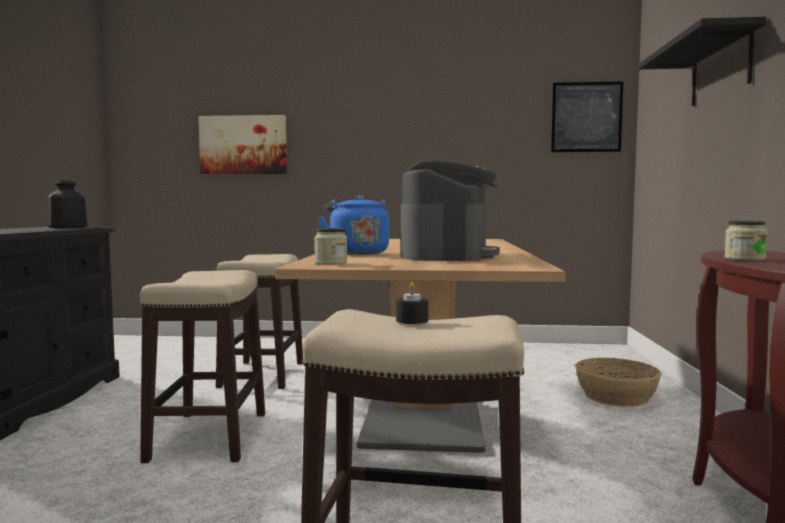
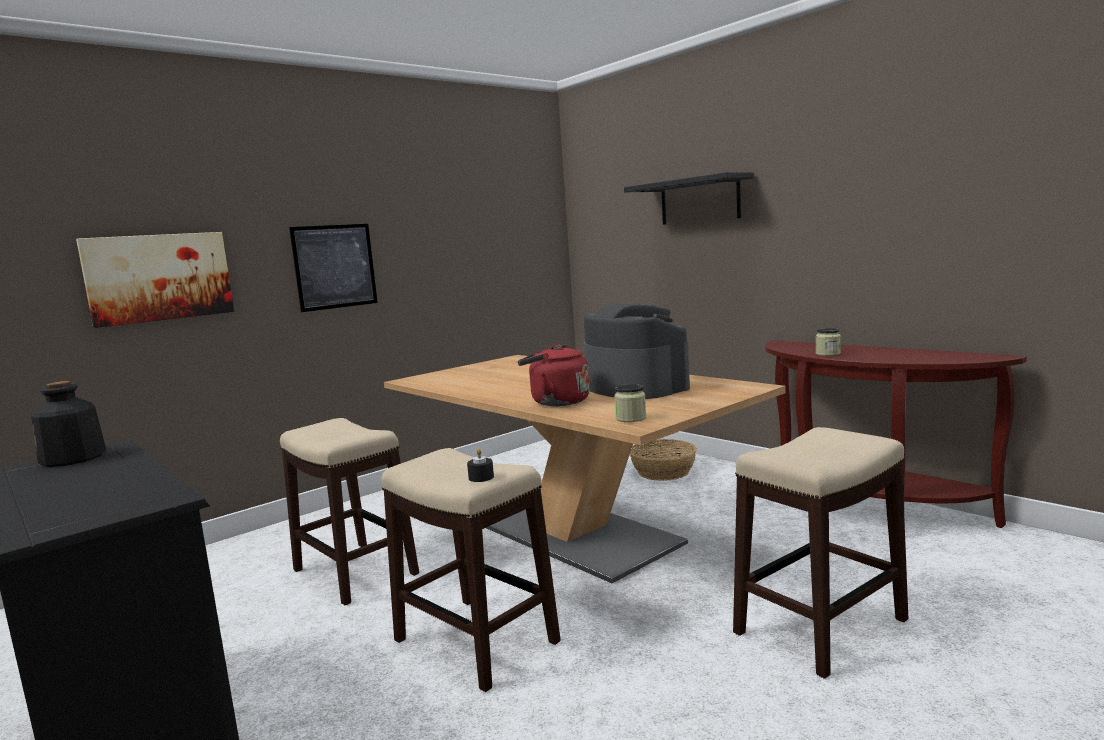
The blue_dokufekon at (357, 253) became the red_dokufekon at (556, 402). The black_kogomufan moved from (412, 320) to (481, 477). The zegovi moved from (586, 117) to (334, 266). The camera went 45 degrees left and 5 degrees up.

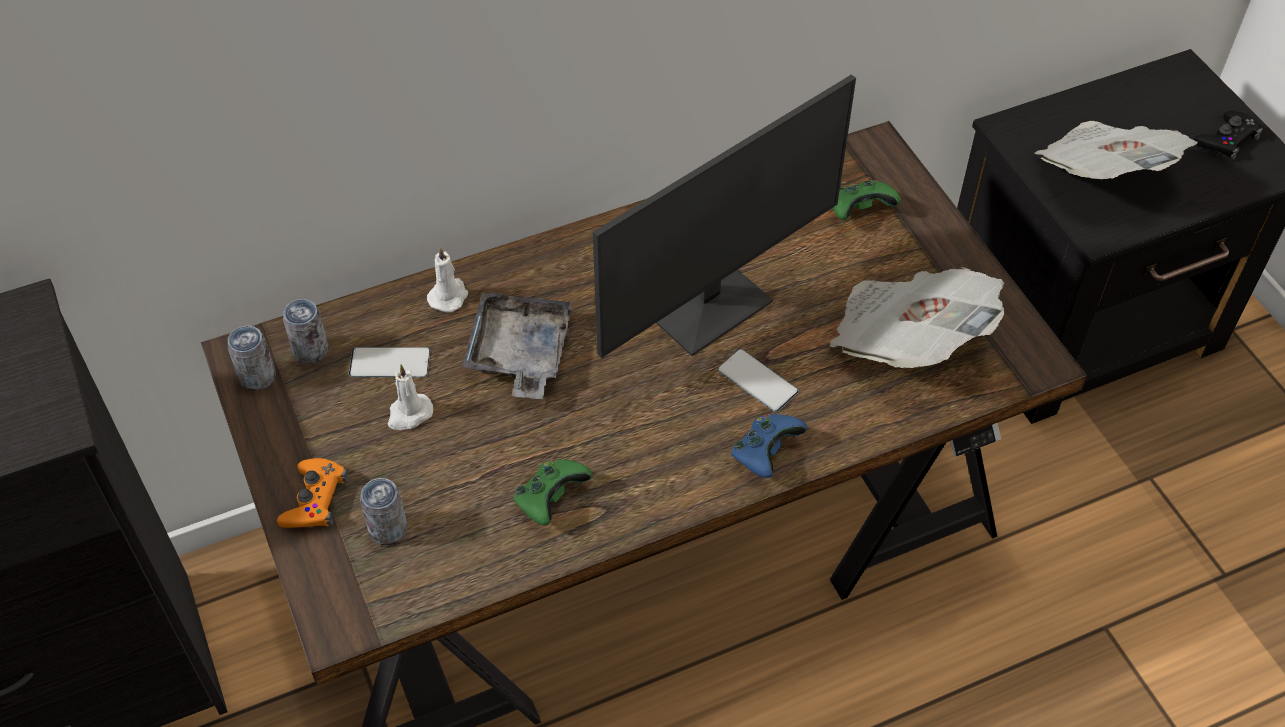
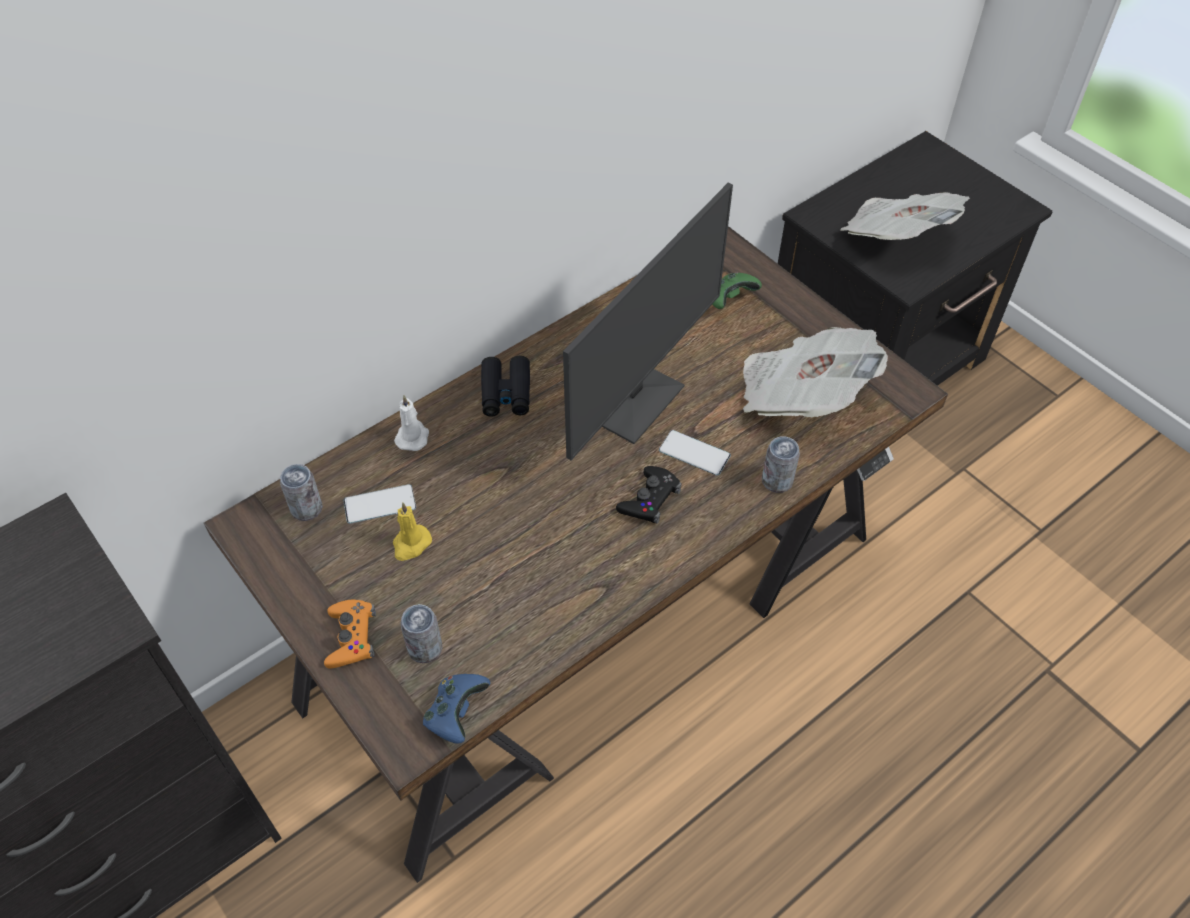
The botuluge moved from (258, 377) to (777, 481). The white_kogomufan at (409, 414) became the yellow_kogomufan at (411, 544). The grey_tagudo at (519, 354) disappeared. The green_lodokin at (551, 500) disappeared. The blue_lodokin moved from (765, 454) to (456, 714). The black_lodokin moved from (1226, 140) to (649, 499). The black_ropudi at (506, 393) appeared. The camera went 15 degrees left and 0 degrees up.

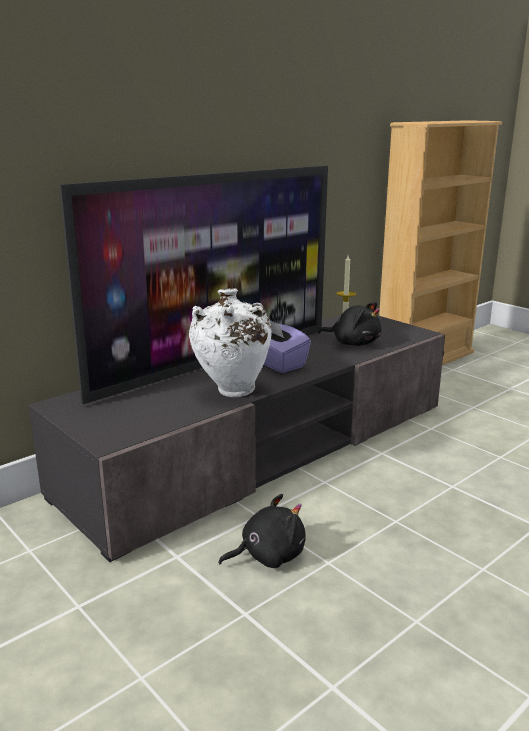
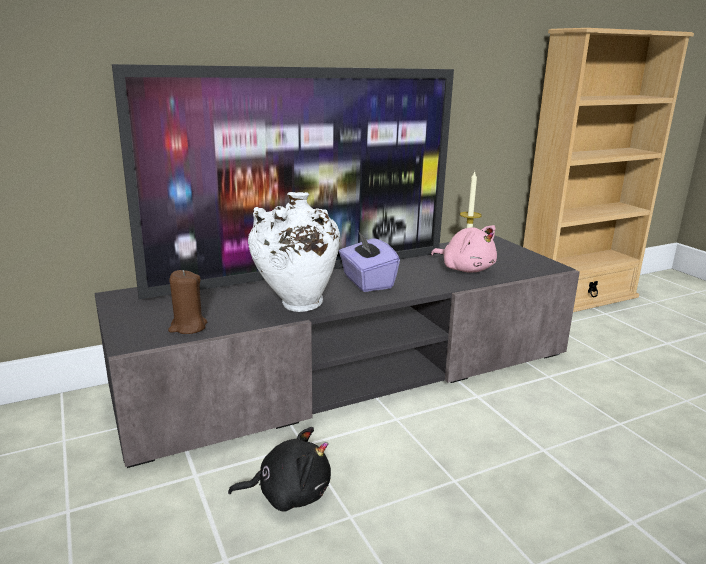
The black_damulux at (353, 343) became the pink_damulux at (465, 269). The brown_kogomufan at (188, 327) appeared. The camera went 15 degrees right and 0 degrees up.

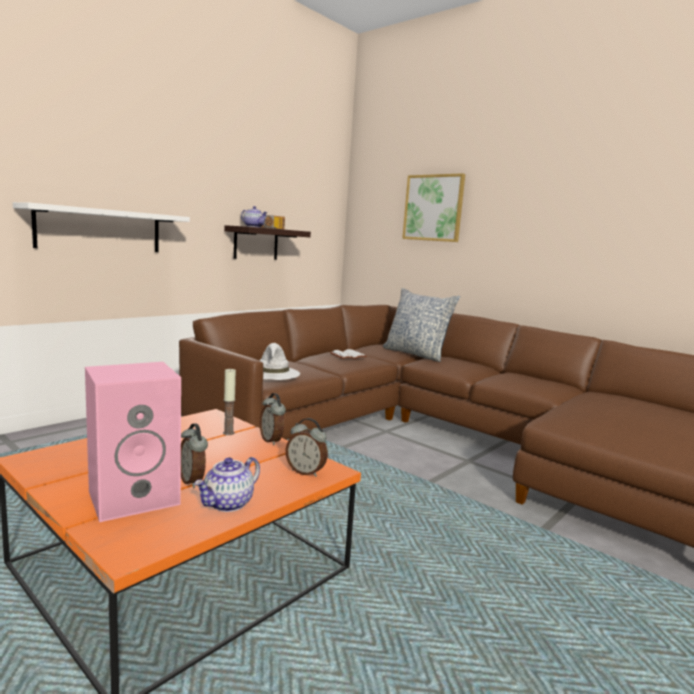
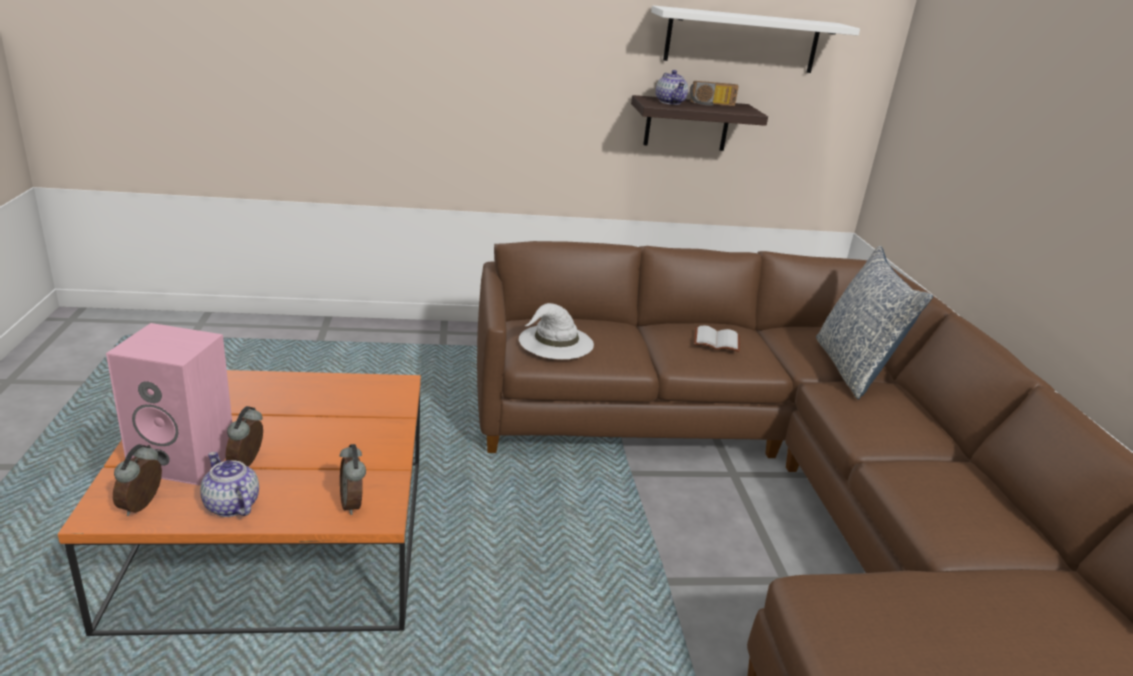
The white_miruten moved from (100, 230) to (742, 40). The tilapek at (228, 504) turned 60 degrees clockwise. The kogomufan at (228, 433) disappeared. The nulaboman moved from (272, 440) to (143, 506). The zegovi at (433, 208) disappeared. The camera went 40 degrees right and 15 degrees up.

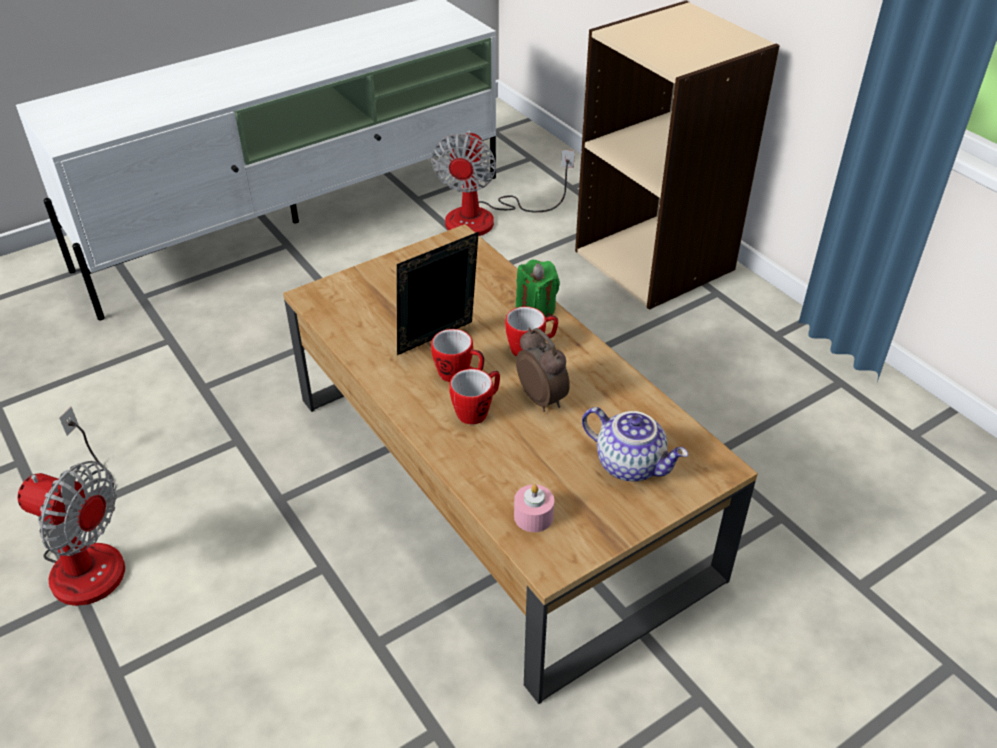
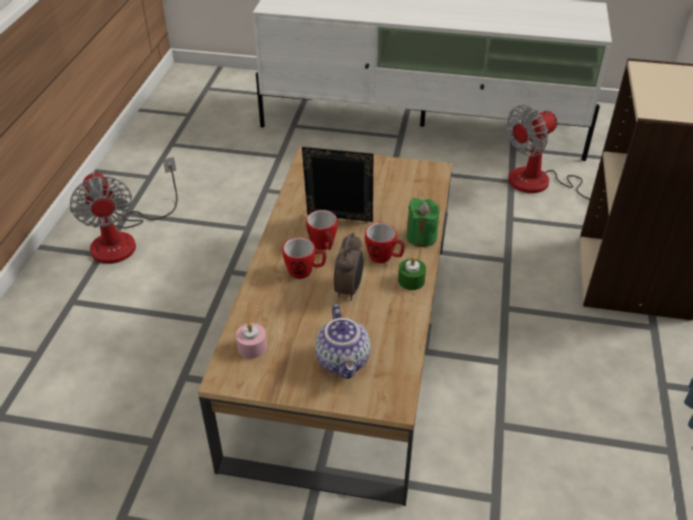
The green_kogomufan at (411, 280) appeared. The camera went 45 degrees right and 0 degrees up.

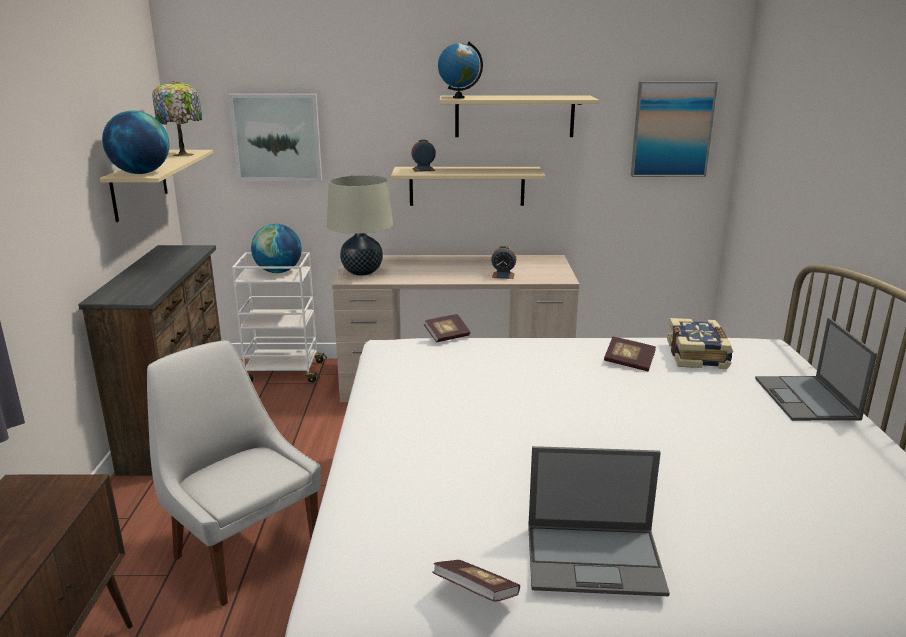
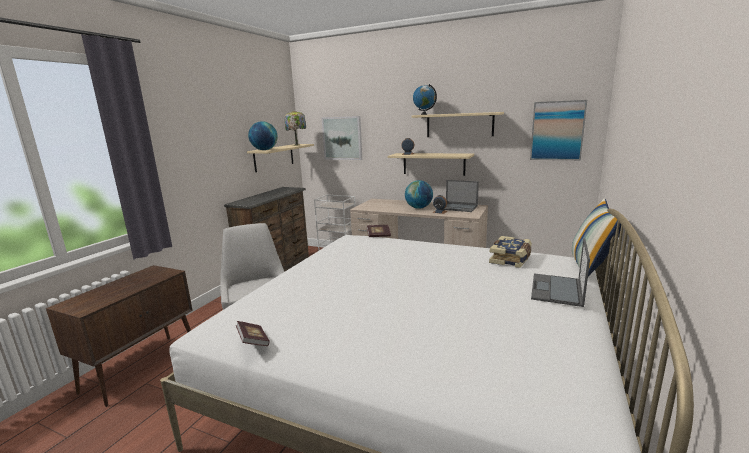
The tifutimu moved from (278, 272) to (418, 208). The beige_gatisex at (362, 272) disappeared. The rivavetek moved from (595, 559) to (458, 207). The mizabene at (629, 363) disappeared. The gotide at (590, 267) appeared. The camera went 25 degrees right and 5 degrees down.

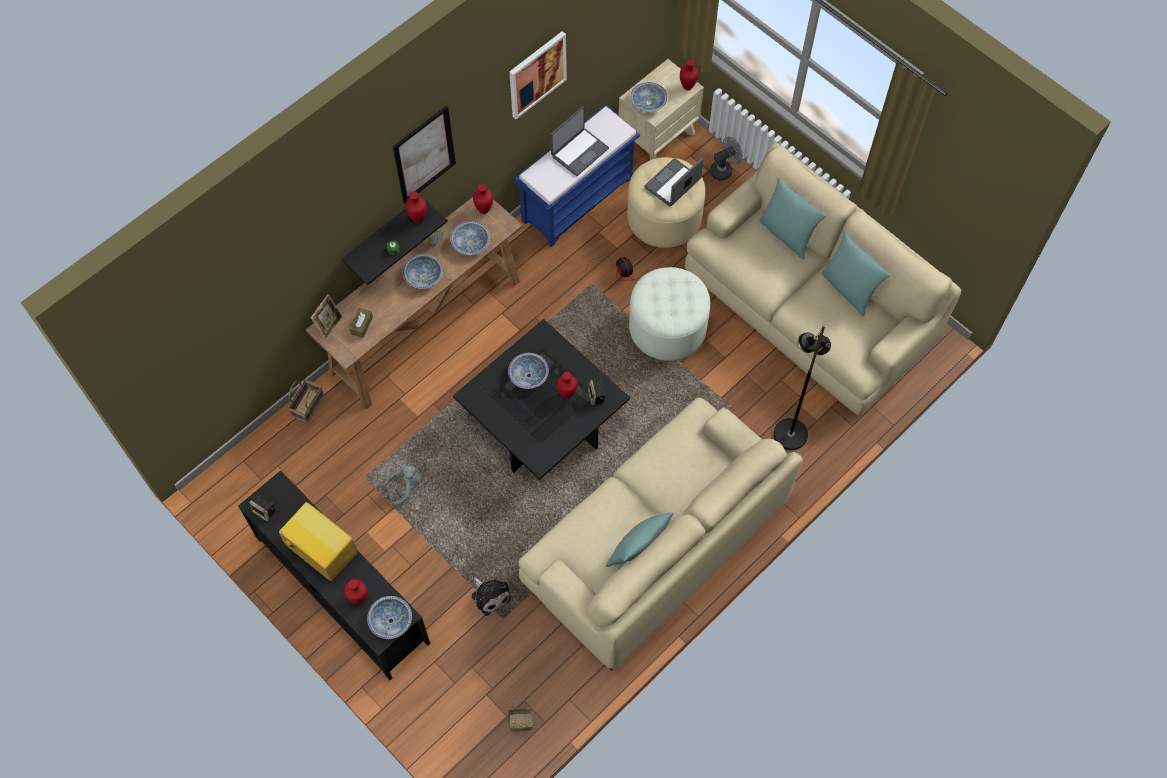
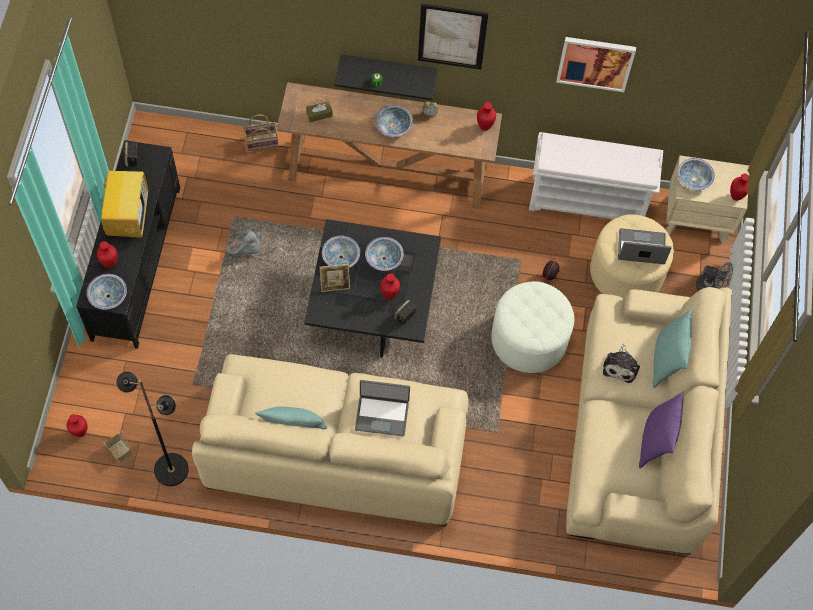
The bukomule moved from (329, 325) to (335, 285). The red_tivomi moved from (419, 218) to (81, 433). The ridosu moved from (471, 243) to (341, 257). The damulux moved from (490, 595) to (620, 366). The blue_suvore at (578, 198) became the white_suvore at (588, 200). The rivavetek moved from (579, 152) to (382, 415). The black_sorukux moved from (789, 434) to (171, 469). The turquoise_gotide at (849, 290) became the purple_gotide at (655, 441). The camera went 50 degrees right and 0 degrees up.

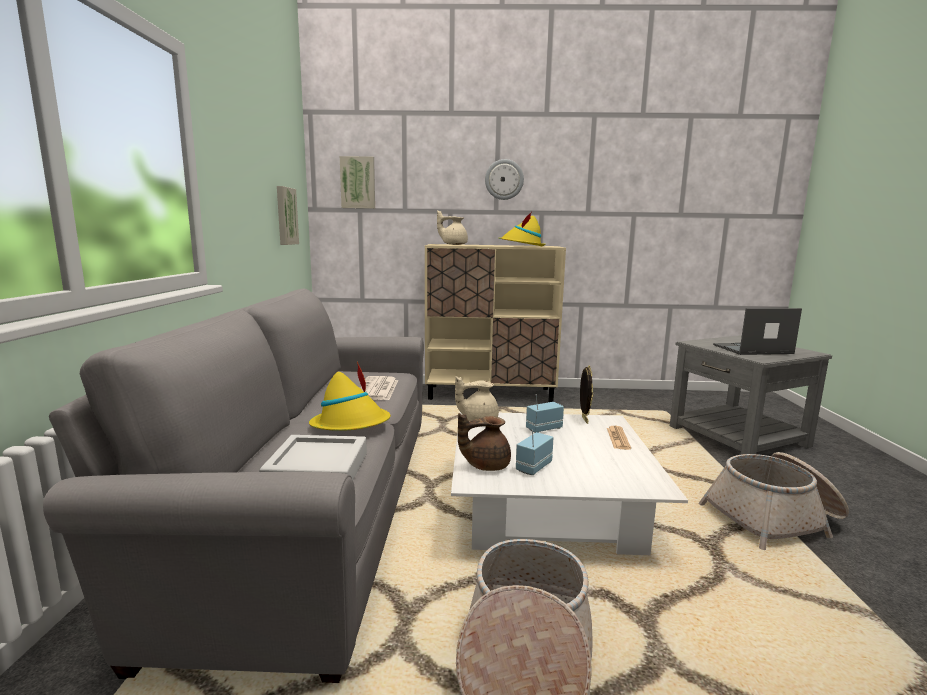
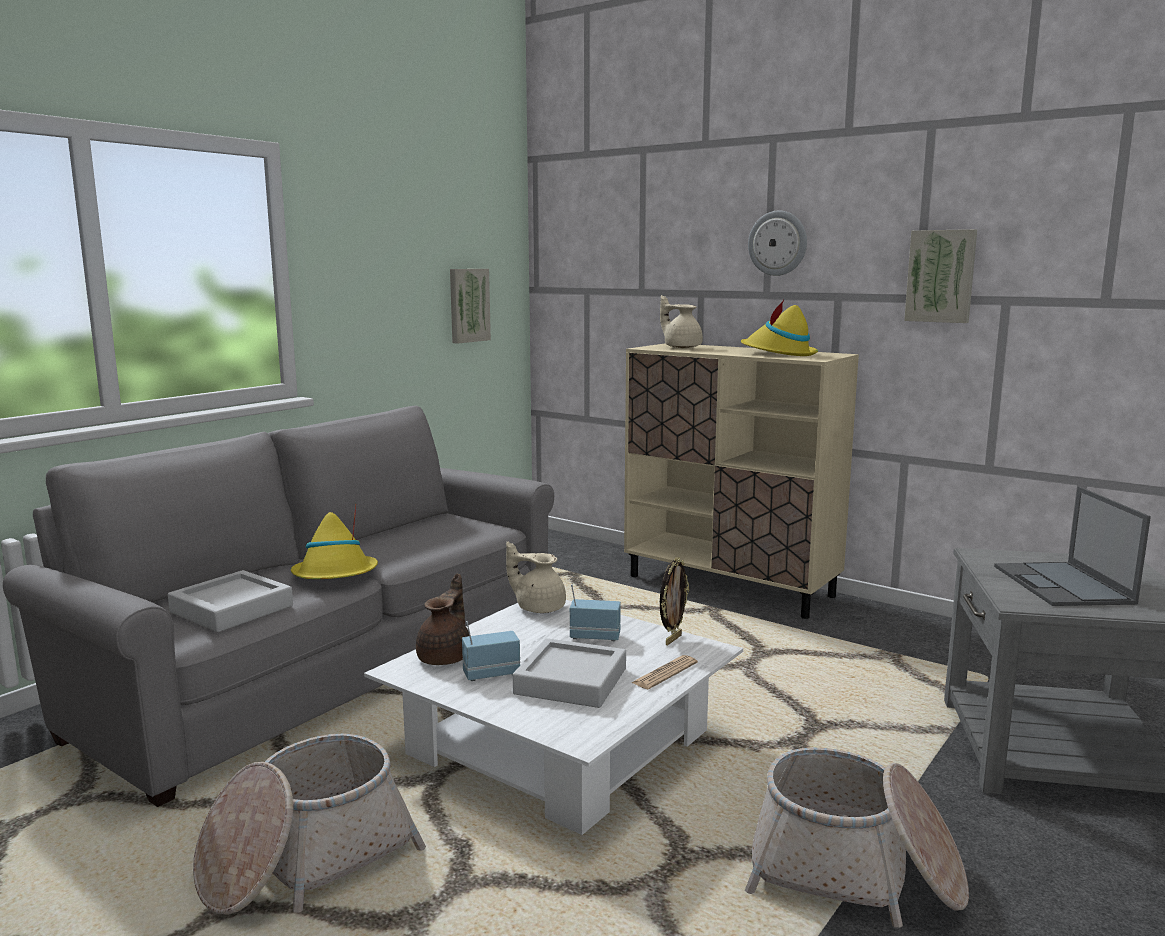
The zegovi moved from (358, 183) to (941, 276). The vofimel at (377, 389) disappeared. The brown_tilapek at (485, 465) turned 90 degrees clockwise. The rivavetek at (752, 349) turned 120 degrees counterclockwise. The grey_tagudo at (571, 681) appeared. The camera went 35 degrees right and 0 degrees up.

